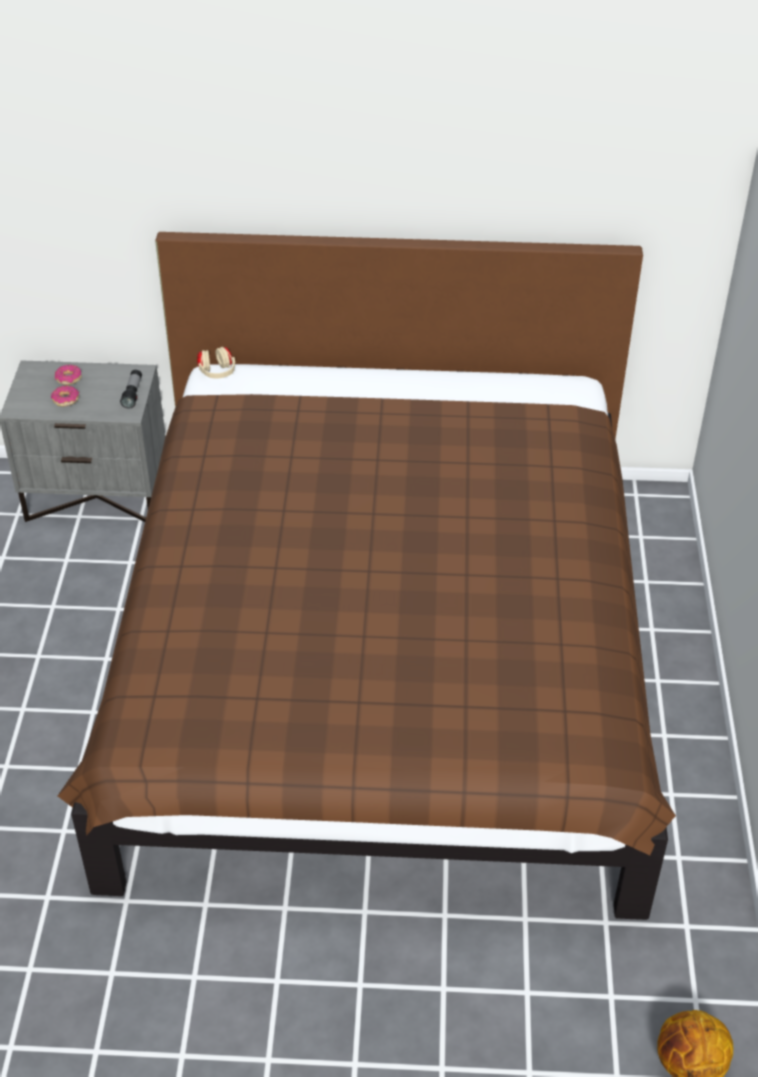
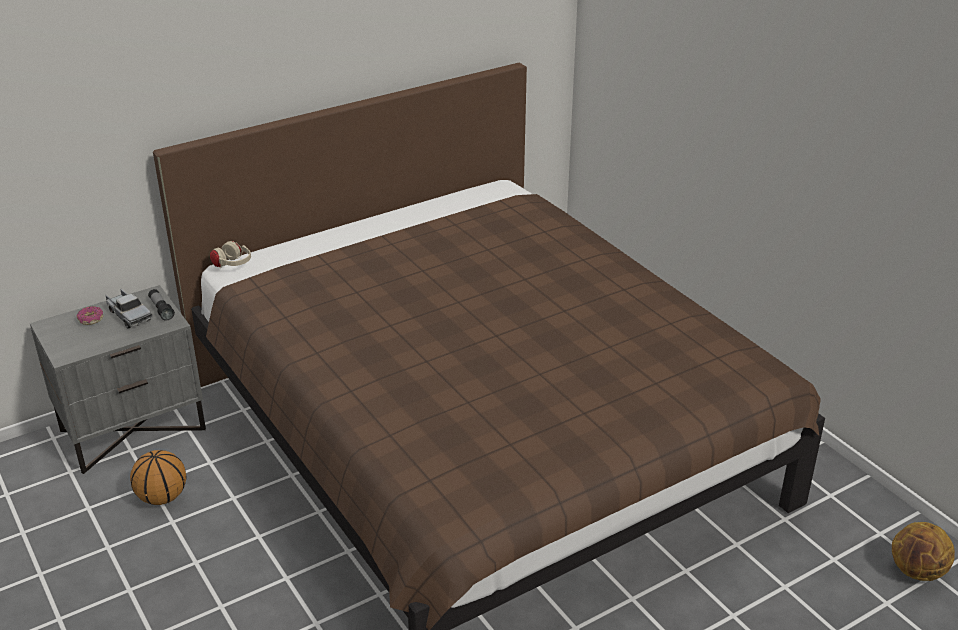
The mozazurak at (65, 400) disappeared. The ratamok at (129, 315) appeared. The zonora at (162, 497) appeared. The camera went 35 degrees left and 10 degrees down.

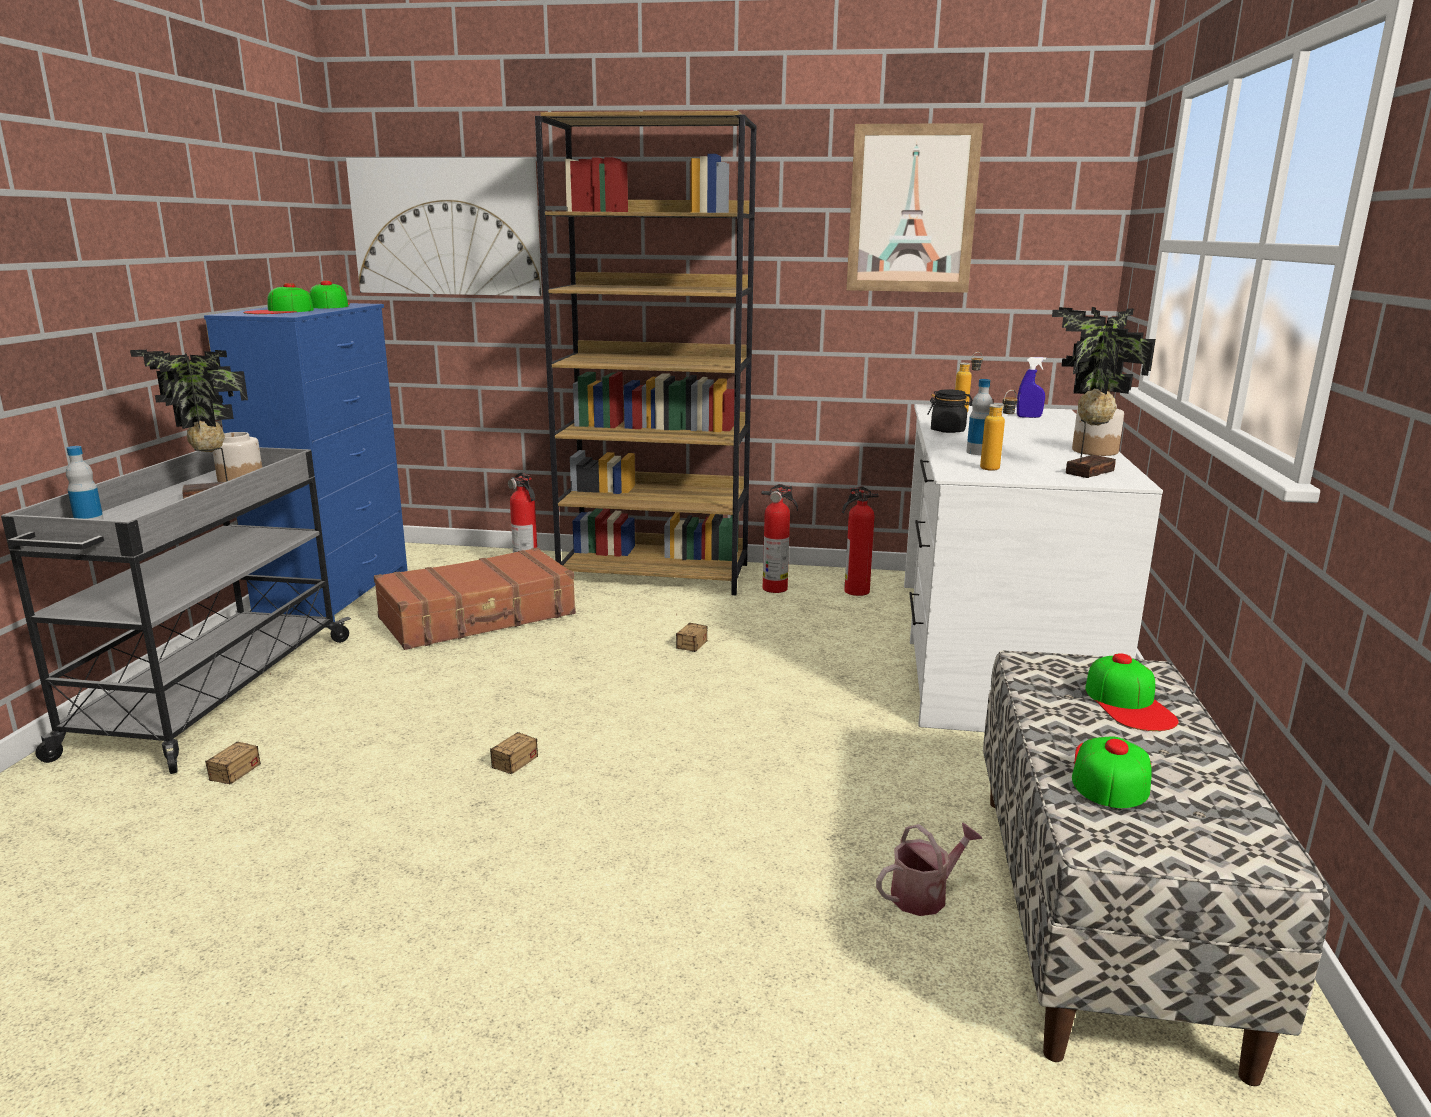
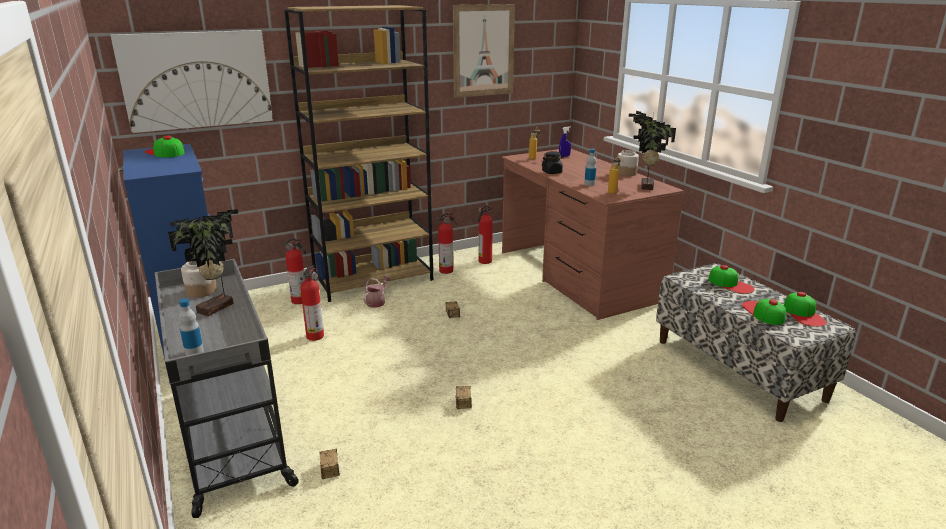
The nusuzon moved from (280, 311) to (803, 314). The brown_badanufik at (478, 617) was replaced by the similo at (316, 335). The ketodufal moved from (925, 894) to (377, 302). The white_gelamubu at (991, 651) became the brown_gelamubu at (577, 275). The camera went 35 degrees left and 5 degrees up.

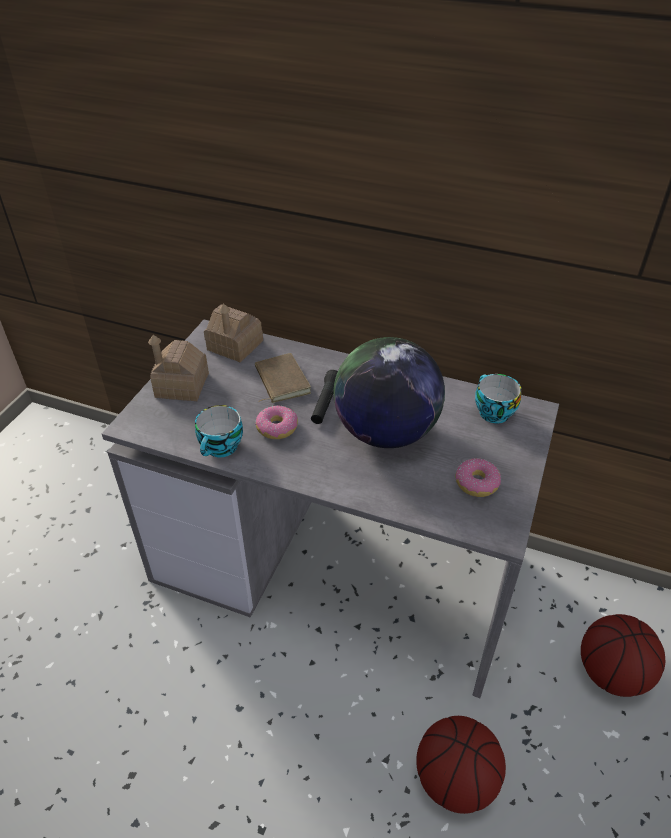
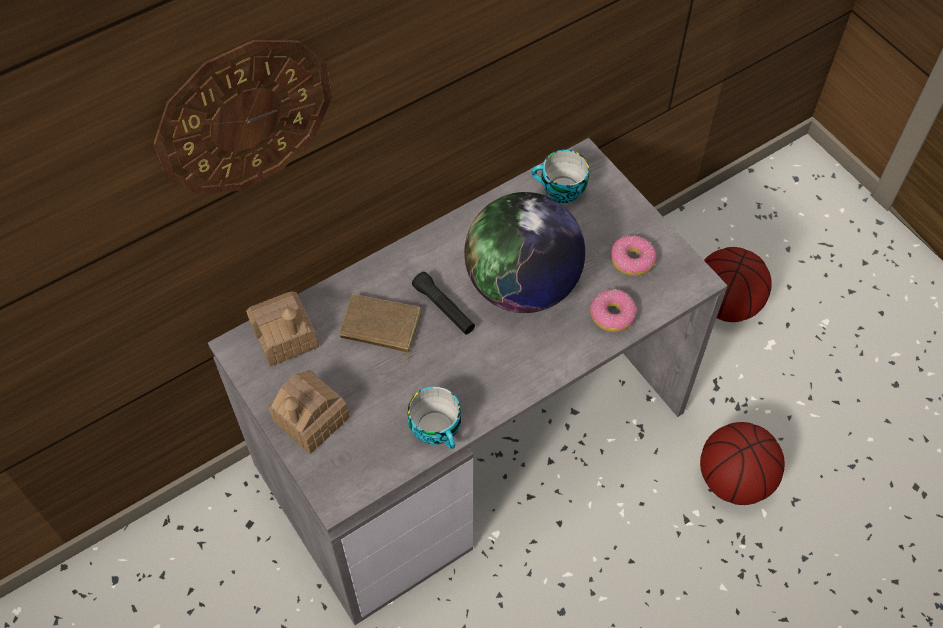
The mozazurak moved from (277, 428) to (612, 315). The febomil at (244, 117) appeared. The camera went 55 degrees left and 15 degrees up.

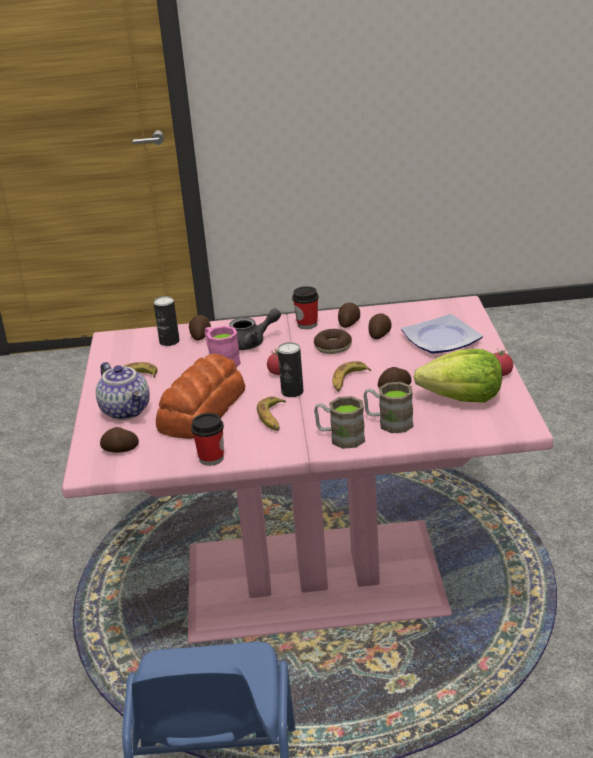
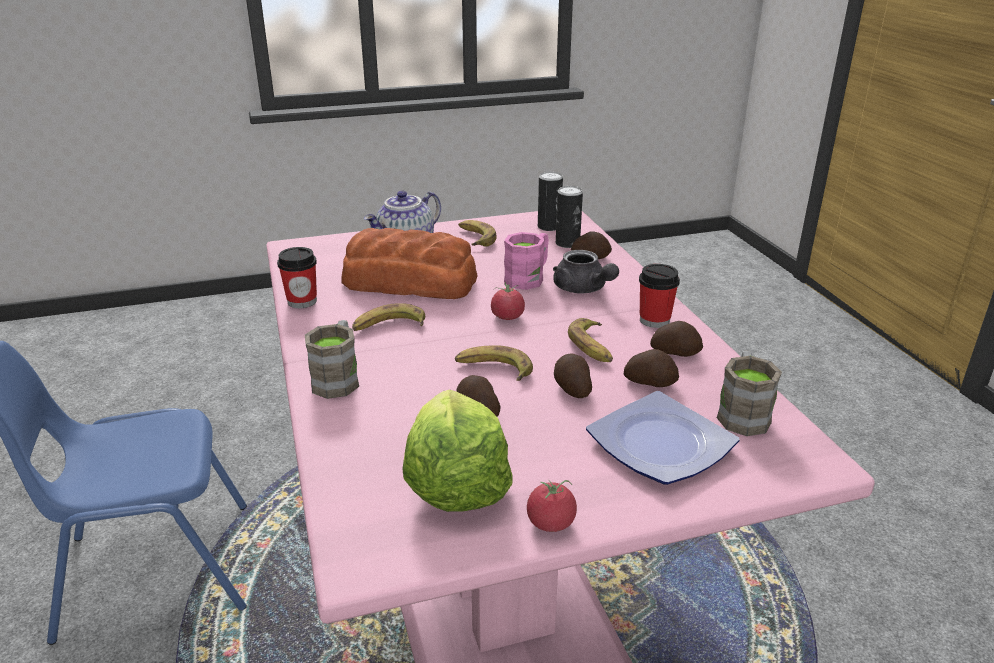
The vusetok moved from (120, 450) to (571, 388). The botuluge moved from (292, 392) to (549, 227). The mozazurak at (333, 347) was replaced by the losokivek at (592, 347). The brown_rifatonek moved from (389, 422) to (742, 413). The camera went 75 degrees right and 0 degrees up.

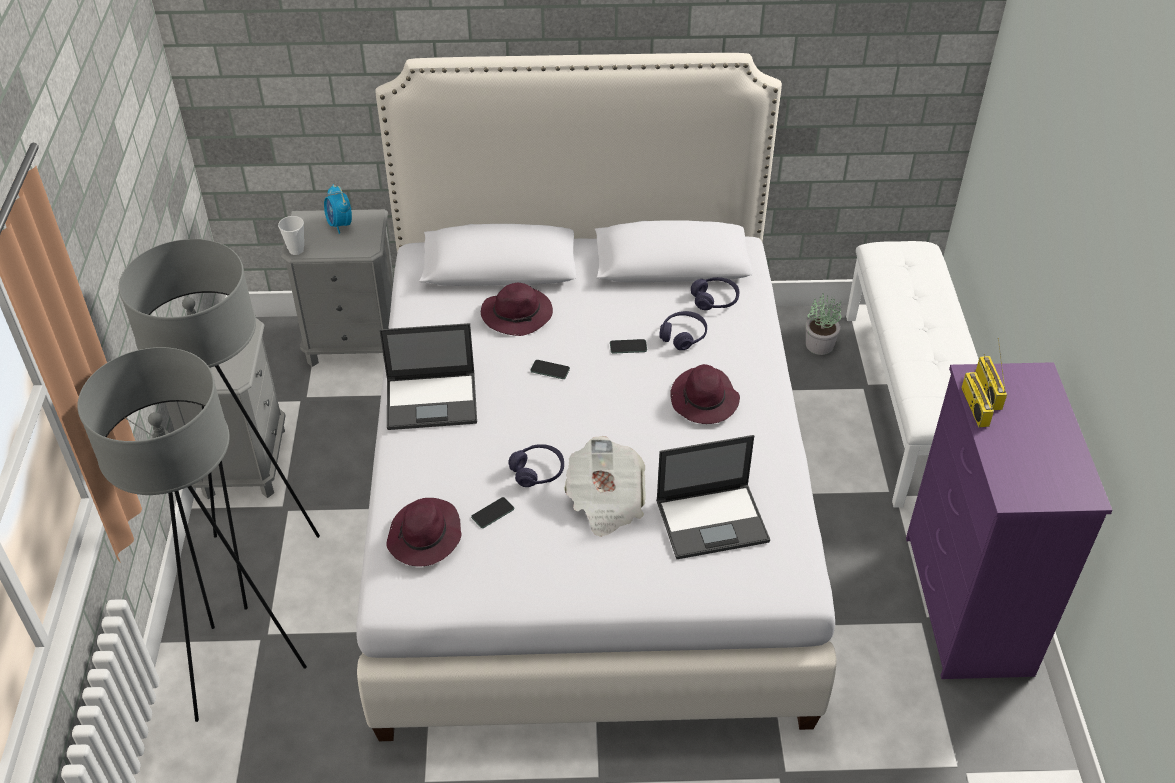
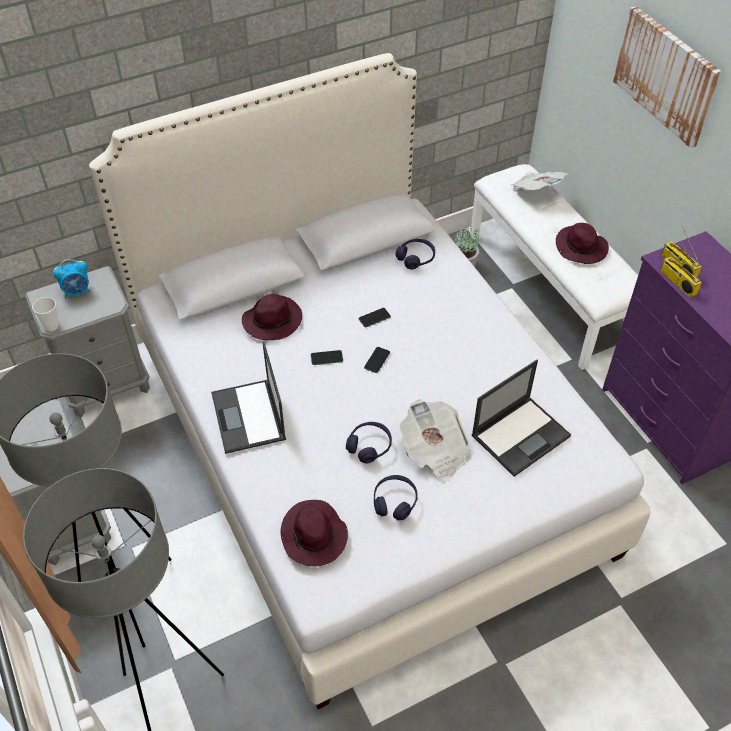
The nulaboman at (340, 225) turned 60 degrees counterclockwise. The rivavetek at (433, 401) turned 105 degrees clockwise. The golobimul moved from (493, 513) to (377, 360). The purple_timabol moved from (683, 336) to (394, 501). The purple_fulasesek moved from (704, 400) to (581, 248). The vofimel at (536, 190) appeared. The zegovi at (666, 75) appeared. The camera went 25 degrees left and 5 degrees up.

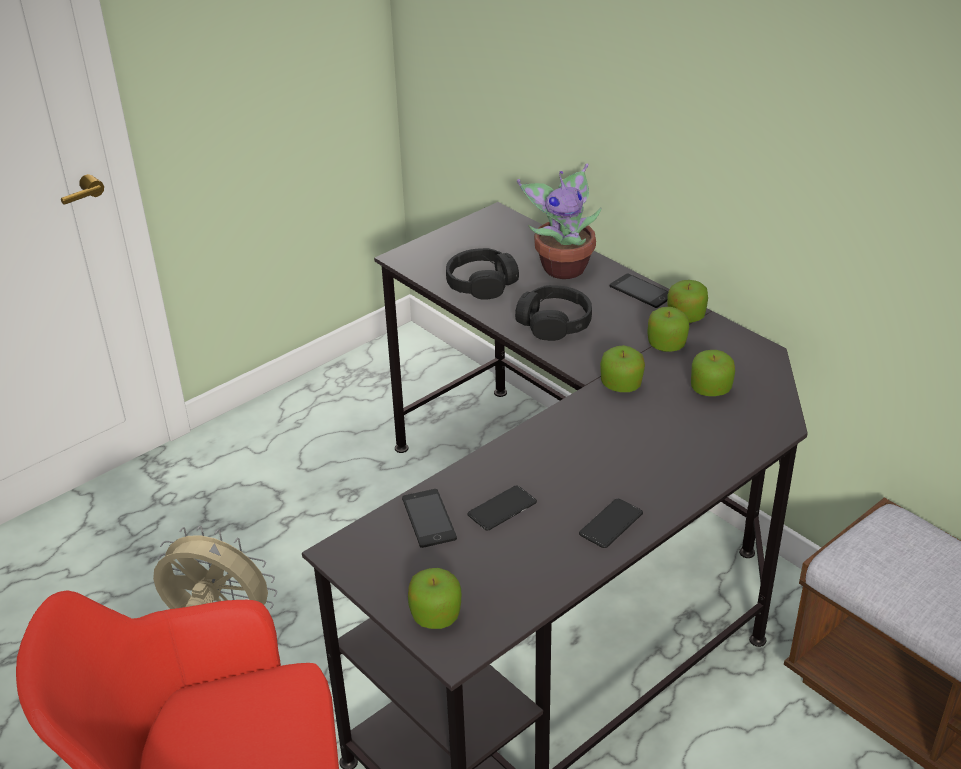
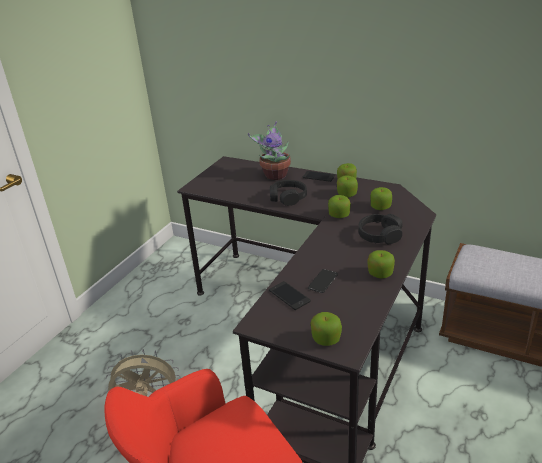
The black_timabol moved from (481, 283) to (379, 235). The golobimul at (611, 524) was replaced by the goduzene at (380, 273). The camera went 20 degrees left and 5 degrees down.

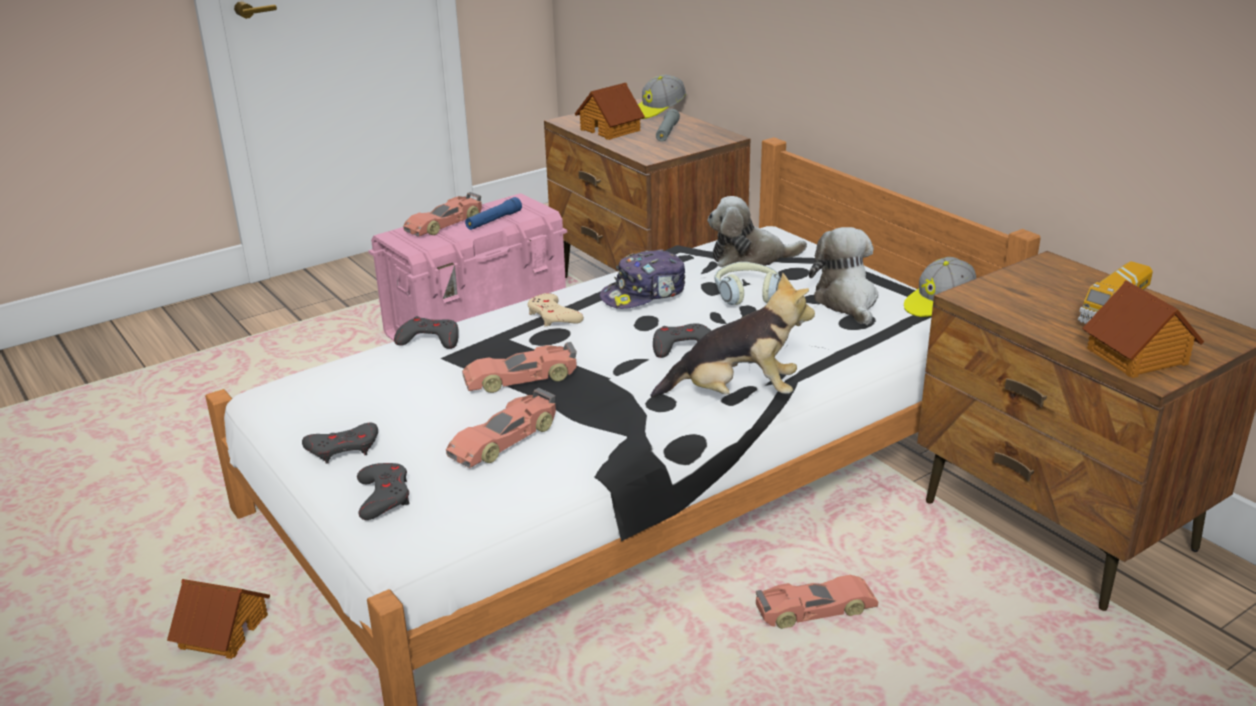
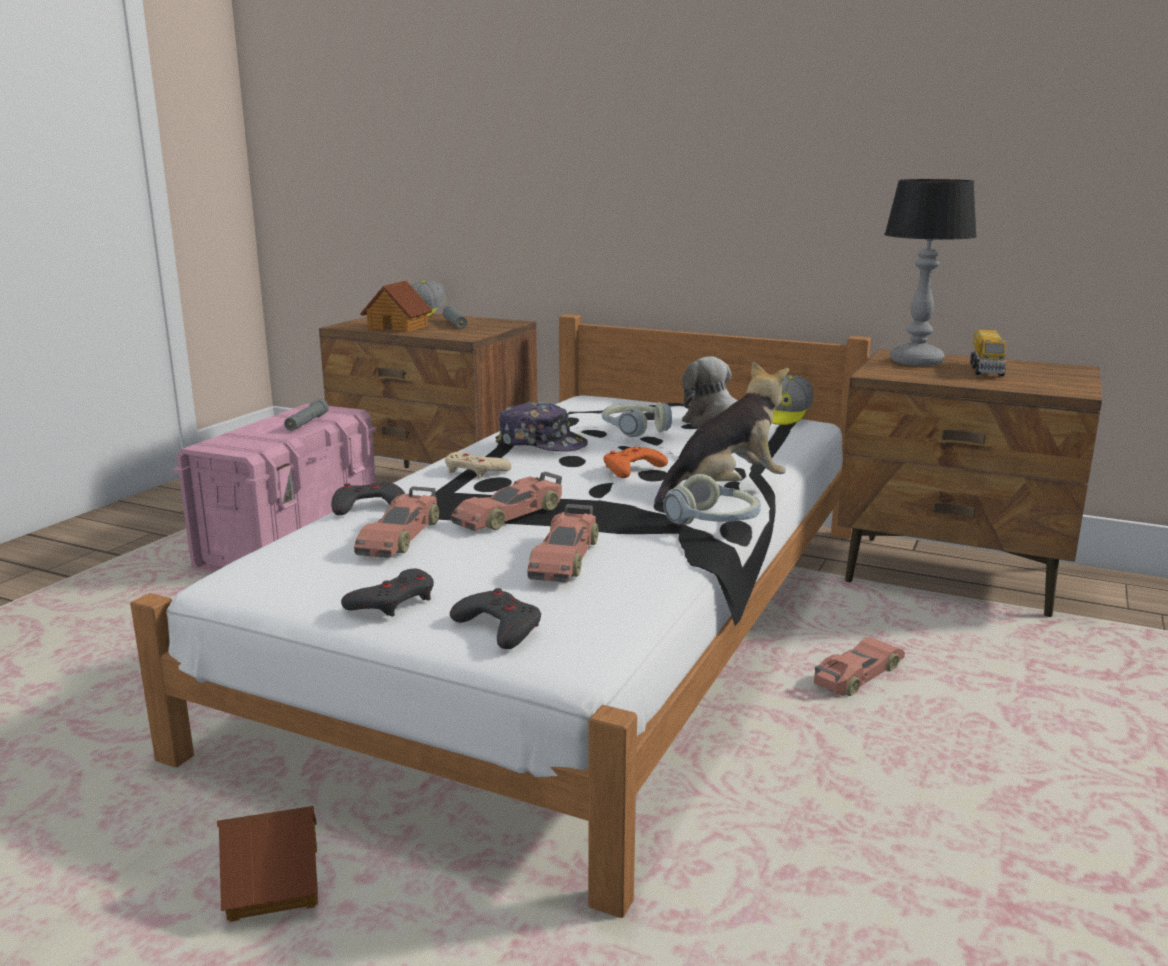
The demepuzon moved from (445, 224) to (400, 536). The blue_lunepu at (493, 220) became the grey_lunepu at (306, 423). The nusuzon at (644, 294) turned 90 degrees counterclockwise. The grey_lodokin at (683, 346) became the orange_lodokin at (632, 468). The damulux at (750, 258) disappeared. The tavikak at (1138, 357) disappeared. The timabol at (714, 521) appeared. The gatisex at (917, 362) appeared. The camera went 30 degrees left and 10 degrees down.

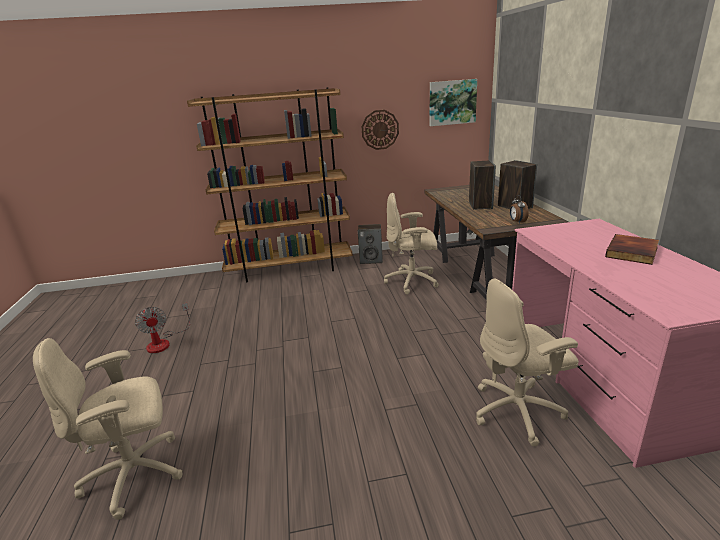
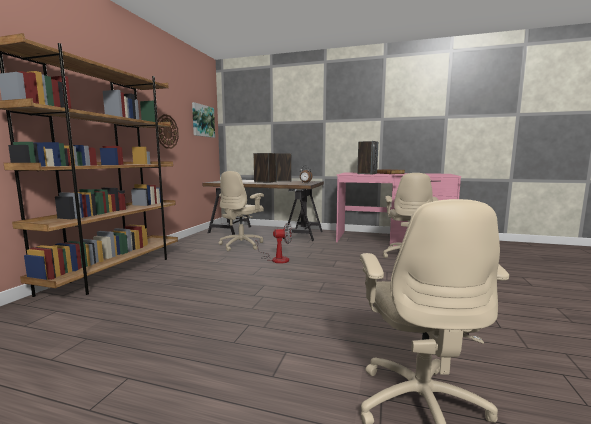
The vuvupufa moved from (164, 342) to (276, 259). The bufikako moved from (371, 260) to (367, 174). The camera went 65 degrees left and 15 degrees down.

